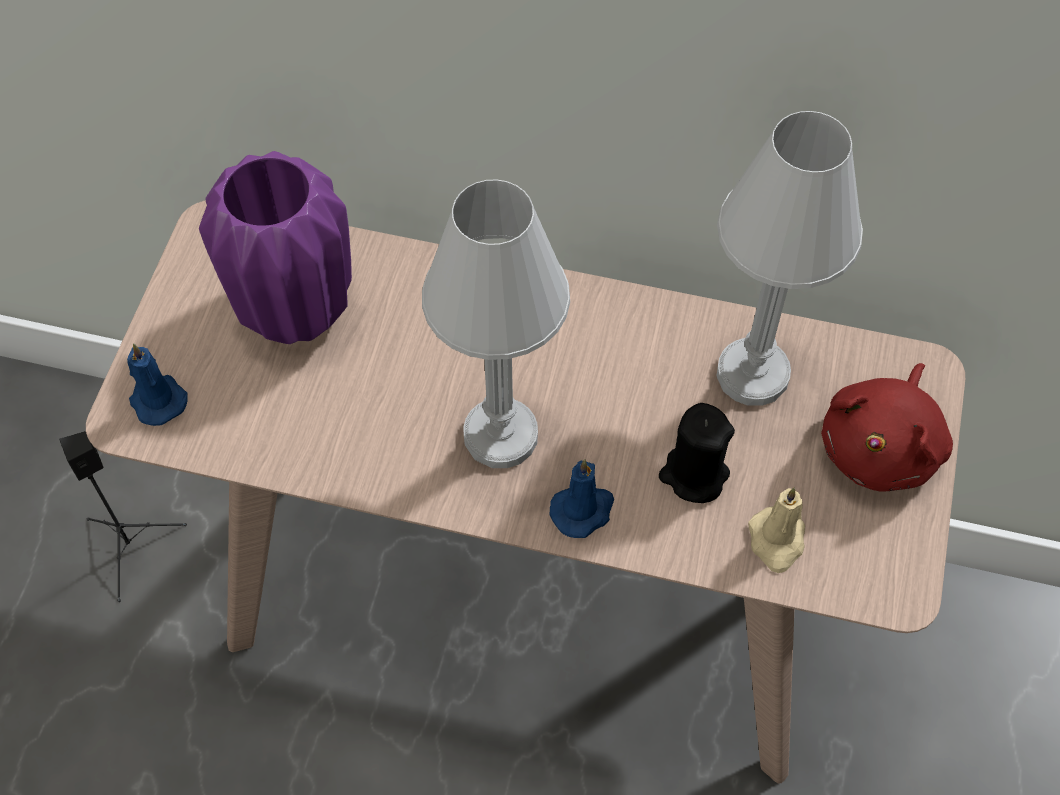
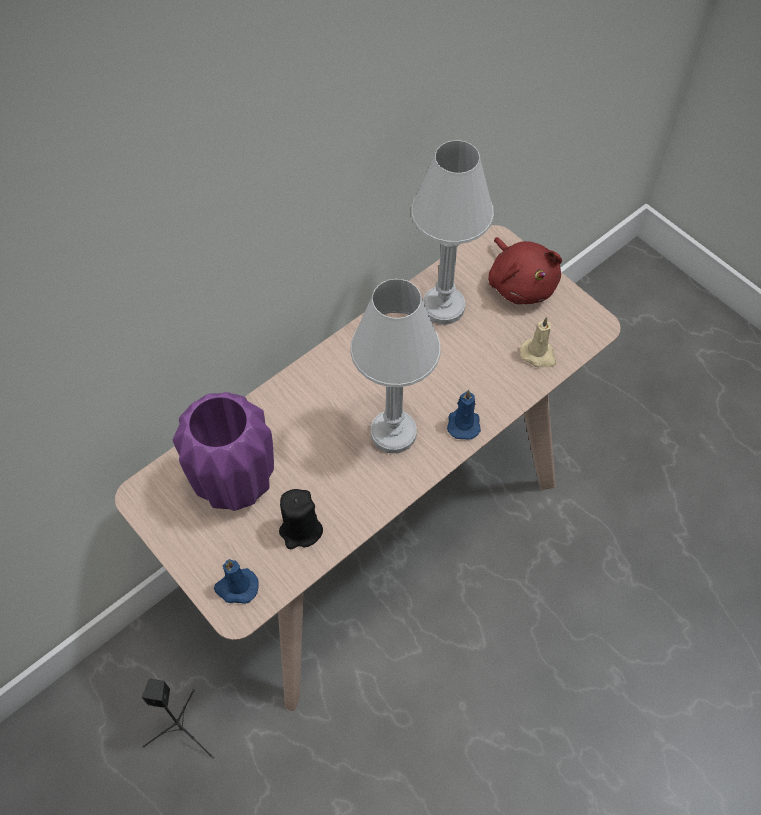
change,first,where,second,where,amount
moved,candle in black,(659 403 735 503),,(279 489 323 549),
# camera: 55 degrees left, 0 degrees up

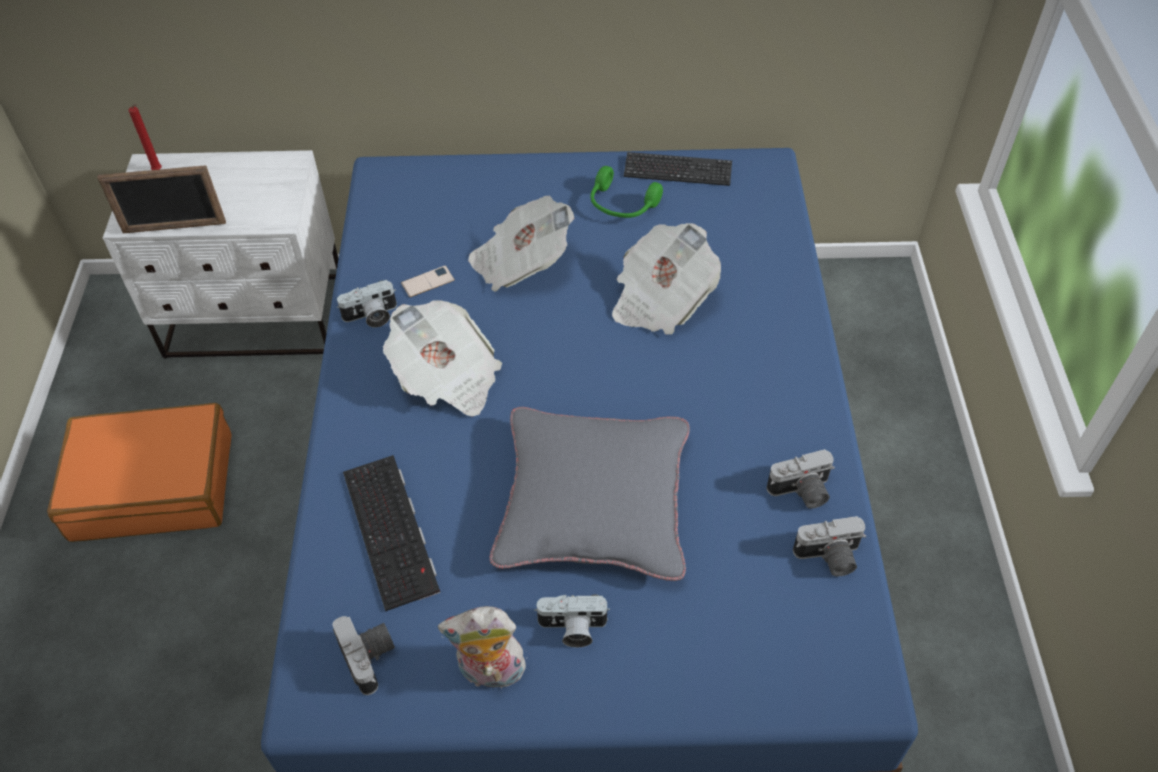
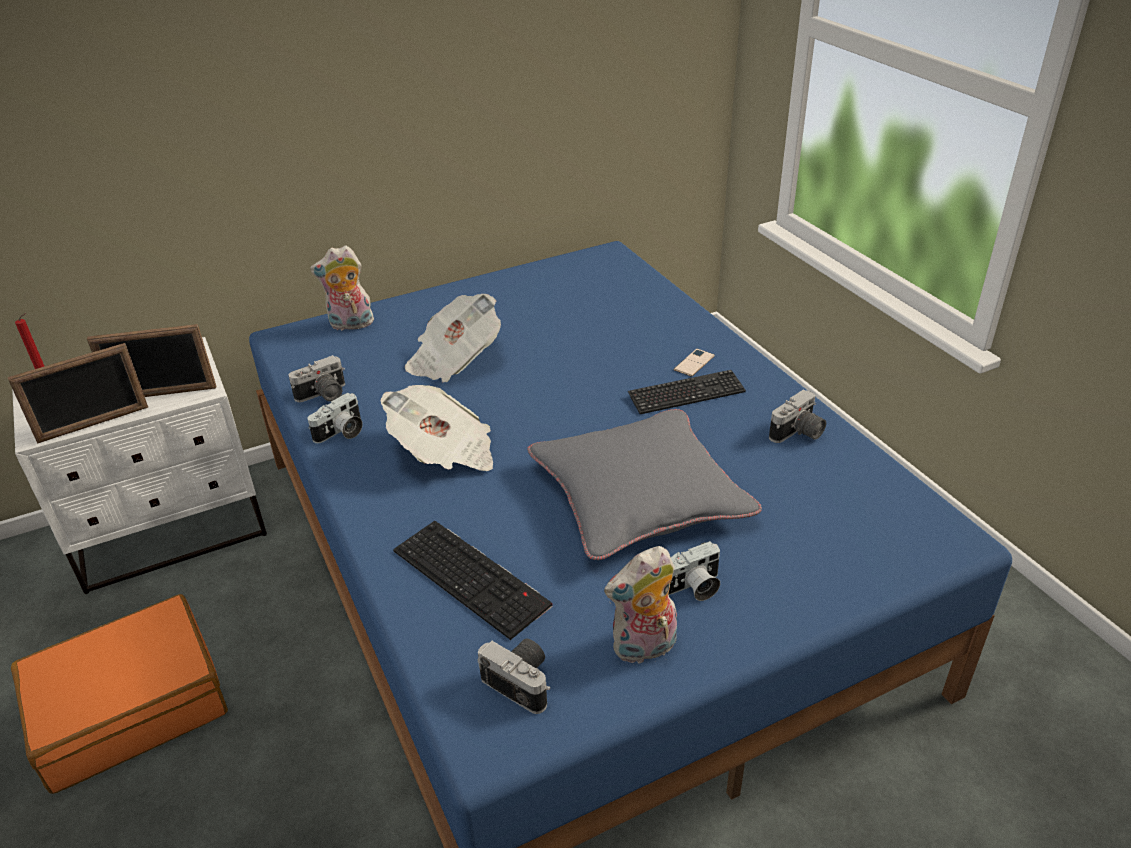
change,first,where,second,where,amount
removed,headphones in green,(590 166 663 218),,,
removed,newspaper,(612 223 721 335),,,
added,,,picture frame,(87 324 216 397),
added,,,plush toy,(310 245 374 331),
moved,phone,(401 266 455 297),,(674 349 715 377),
moved,keyboard,(624 152 732 186),,(628 370 746 414),
moved,photo camera,(793 516 866 576),,(288 355 345 402),
# camera: 25 degrees left, 15 degrees down

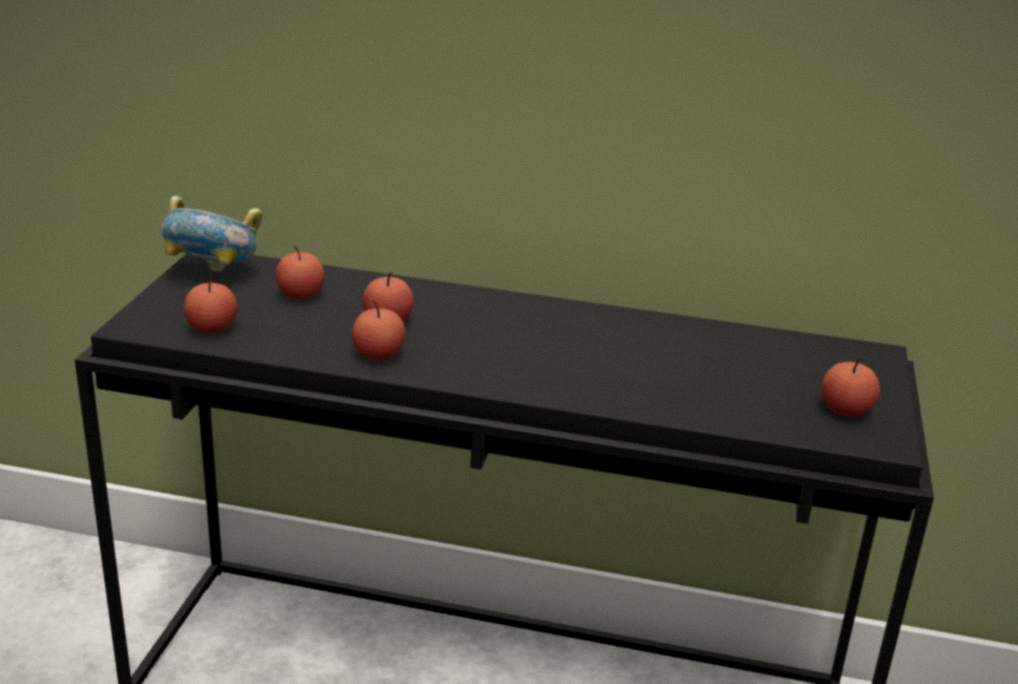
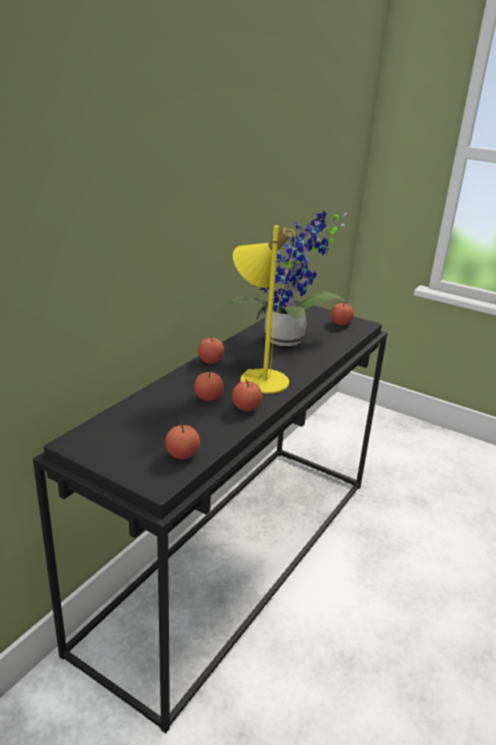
change,first,where,second,where,amount
removed,bowl,(161 195 262 272),,,
added,,,potted plant,(230 211 347 346),
added,,,table lamp in yellow,(233 226 296 394),
moved,apple,(276 245 325 300),,(198 335 224 364),
# camera: 70 degrees left, 0 degrees up

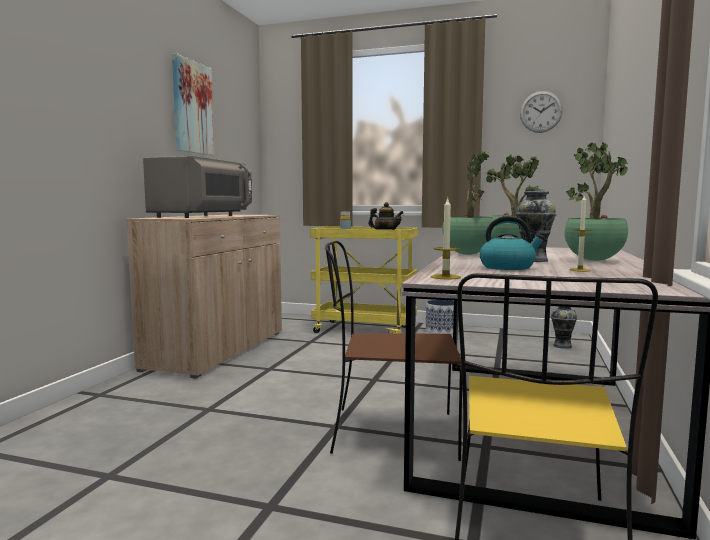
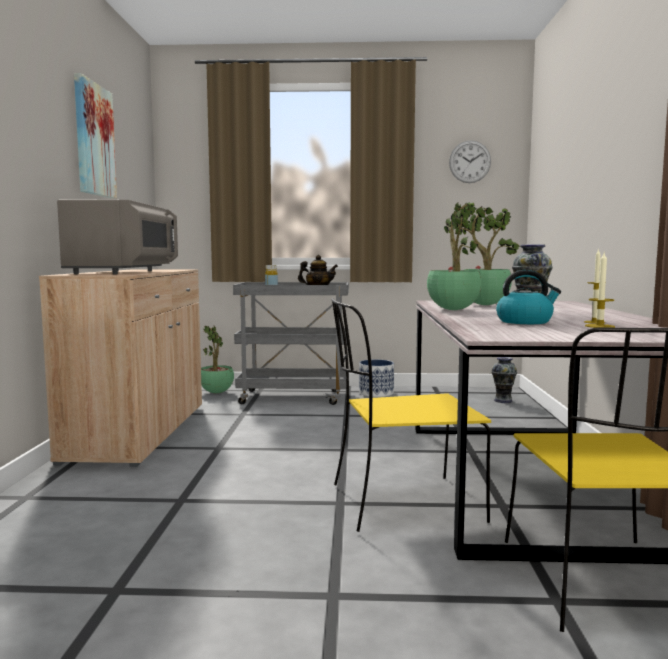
change,first,where,second,where,amount
moved,candle,(431 198 461 279),,(585 253 615 328),
moved,potted plant,(565 142 628 261),,(201 326 234 393),
recoloured,cart in yellow,(310 226 418 333),cart in grey,(233 282 349 405),
recoloured,chair in brown,(325 241 462 461),chair in yellow,(331 298 491 532),
# camera: 15 degrees left, 0 degrees up

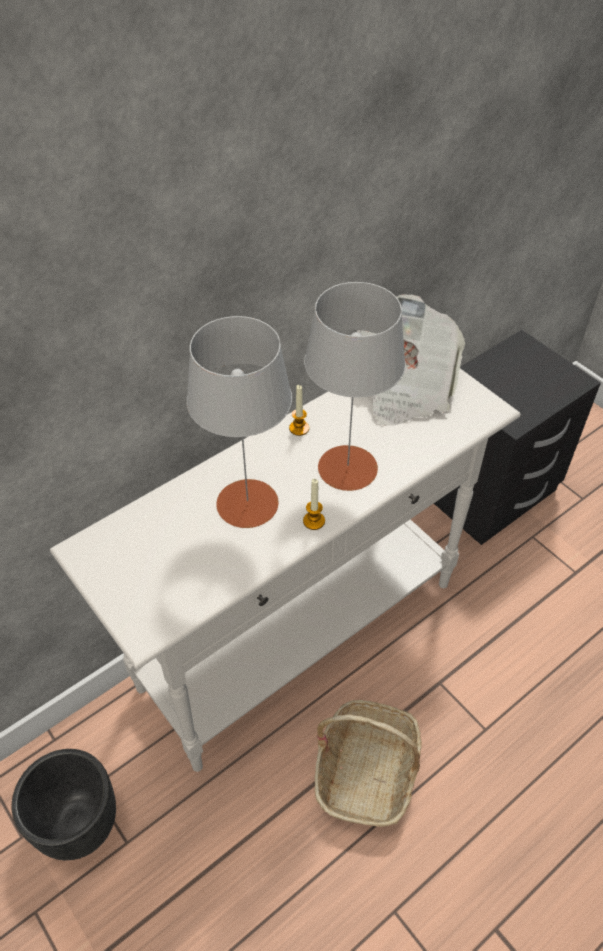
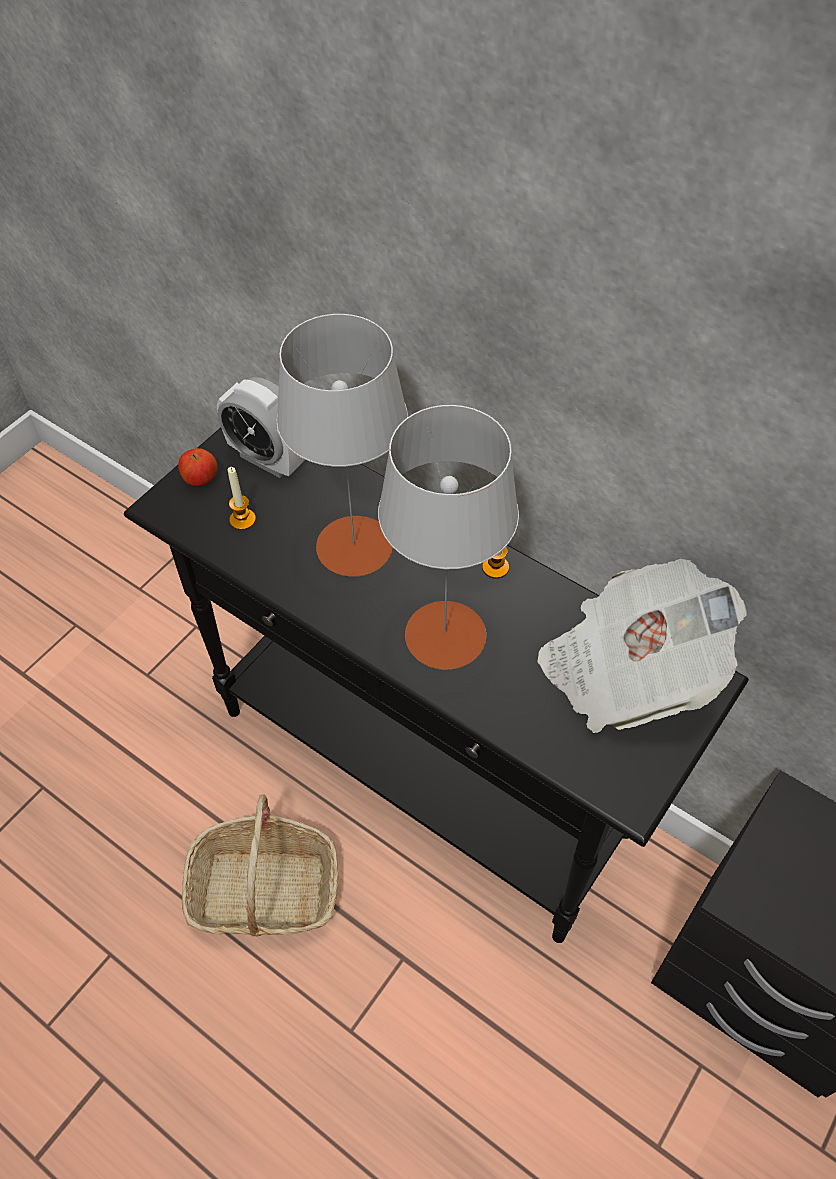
change,first,where,second,where,amount
removed,planter in black,(12 749 116 860),,,
added,,,apple,(178 448 218 486),
added,,,alarm clock,(217 377 305 478),
moved,candle,(303 479 325 530),,(228 467 256 530),
recoloured,console table in white,(50 368 521 772),console table in black,(124 427 749 943),
# camera: 75 degrees right, 5 degrees up

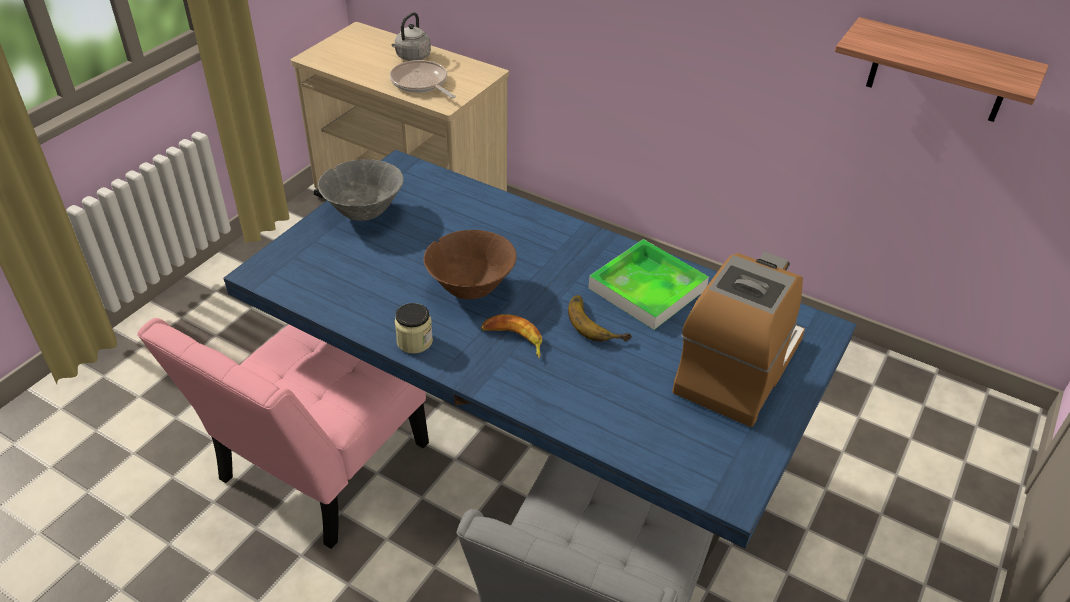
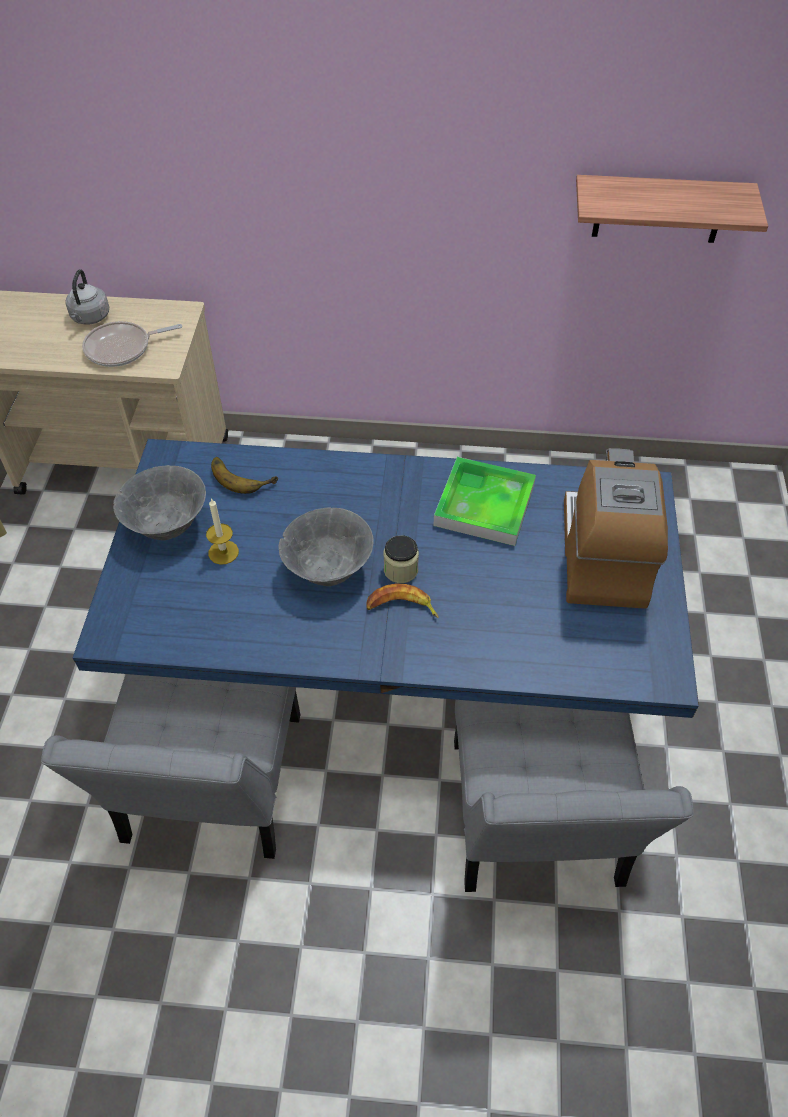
change,first,where,second,where,amount
added,,,candle,(206 498 239 565),
moved,jar,(394 303 433 354),,(384 535 419 583),
moved,banana,(568 295 632 342),,(211 457 278 494),
recoloured,chair in pink,(137 318 429 549),chair in grey,(41 674 300 859),
recoloured,bowl in brown,(423 230 517 299),bowl in grey,(278 507 373 586),
turned,frying pan,(390 60 456 99),,(82 321 182 367),45 degrees counterclockwise
# camera: 25 degrees left, 10 degrees up

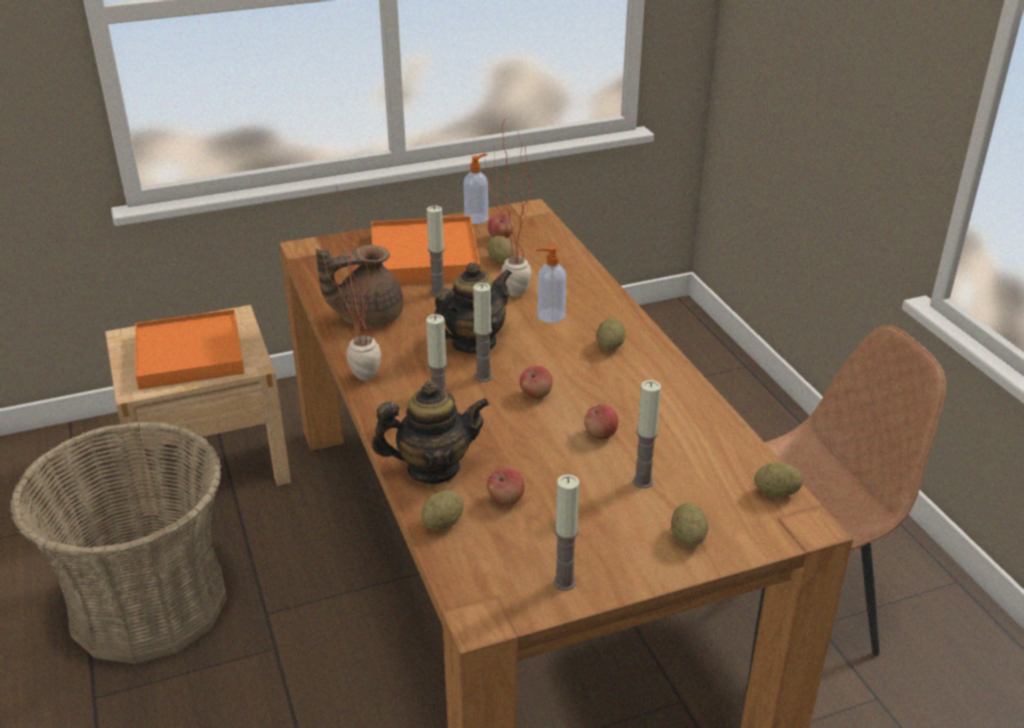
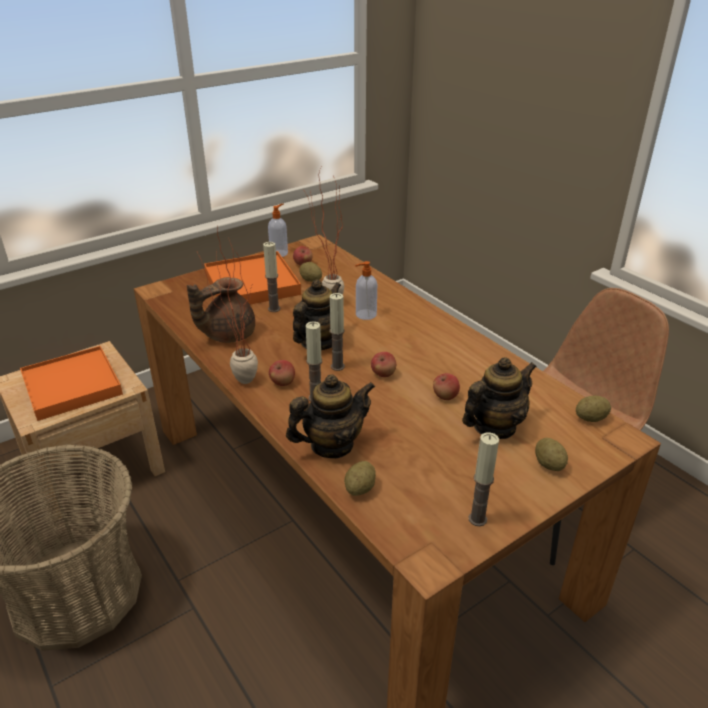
change,first,where,second,where,amount
removed,potato,(596 318 625 350),,,
moved,apple,(487 468 525 506),,(269 360 295 386),
replaced,candle,(633 380 661 488),teapot,(462 357 537 439),
# camera: 15 degrees left, 0 degrees up

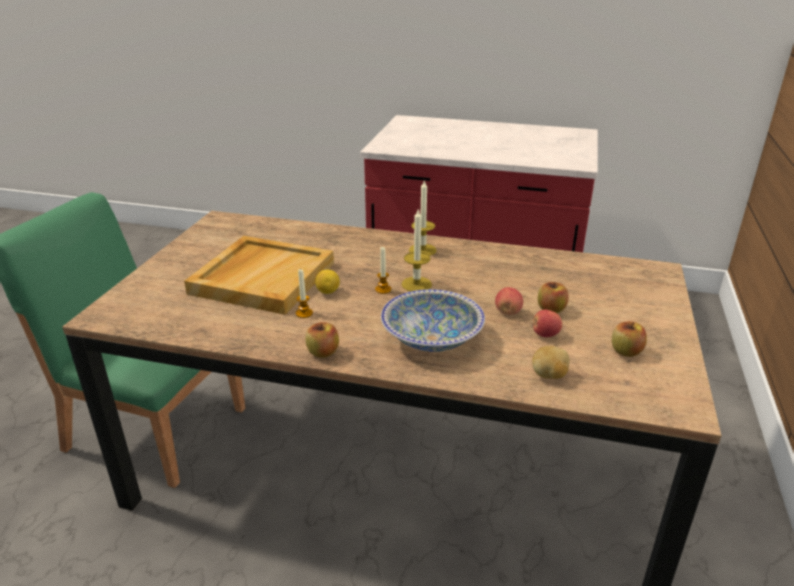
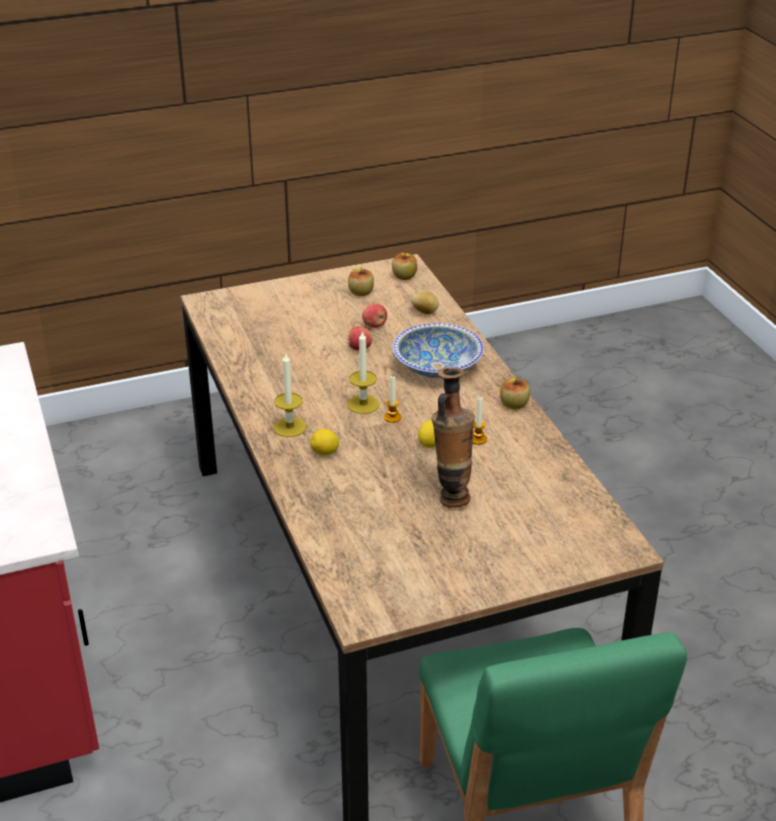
change,first,where,second,where,amount
added,,,lemon,(310 429 339 455),
moved,apple,(538 282 569 313),,(392 252 417 280),
replaced,tray in beige,(184 236 334 315),vase,(431 367 475 508),
# camera: 125 degrees left, 5 degrees up

